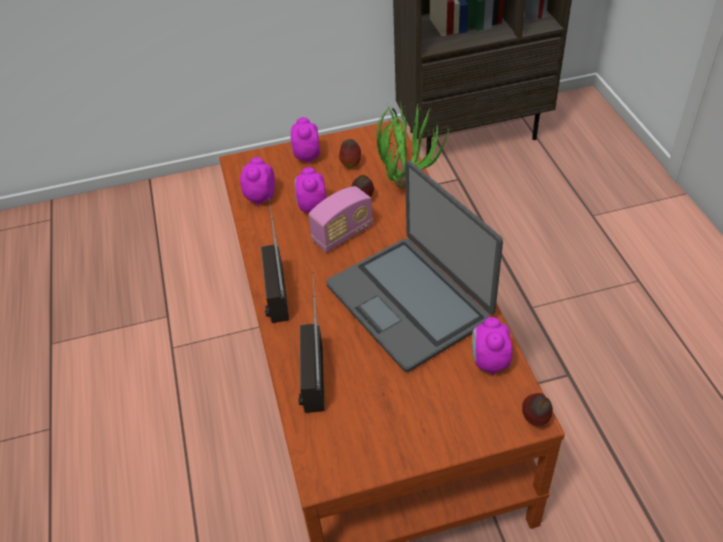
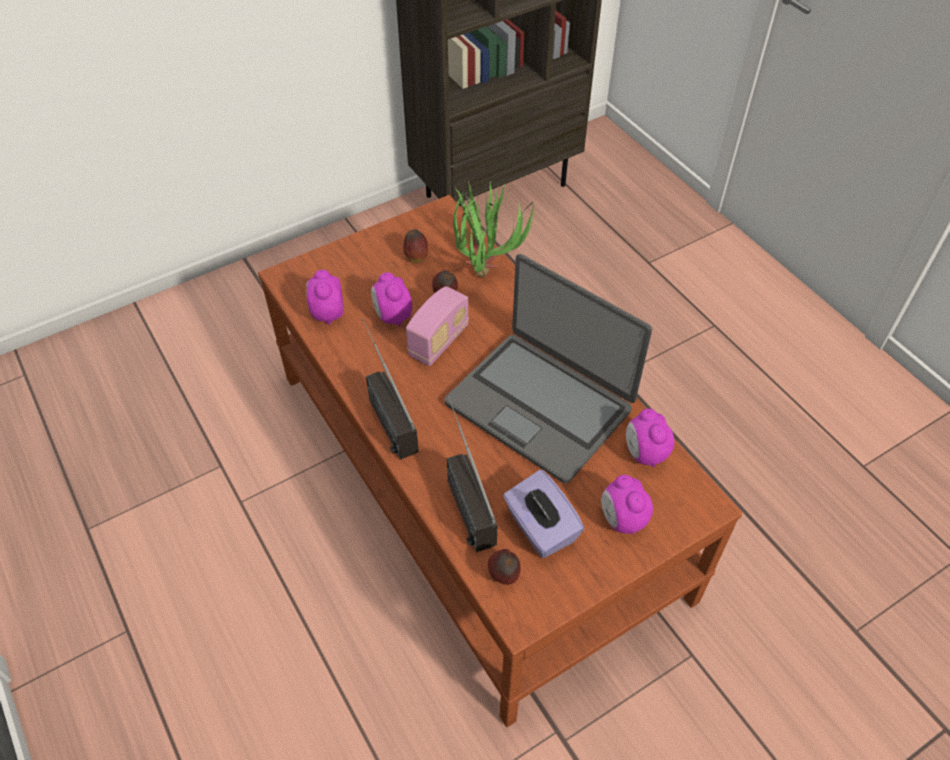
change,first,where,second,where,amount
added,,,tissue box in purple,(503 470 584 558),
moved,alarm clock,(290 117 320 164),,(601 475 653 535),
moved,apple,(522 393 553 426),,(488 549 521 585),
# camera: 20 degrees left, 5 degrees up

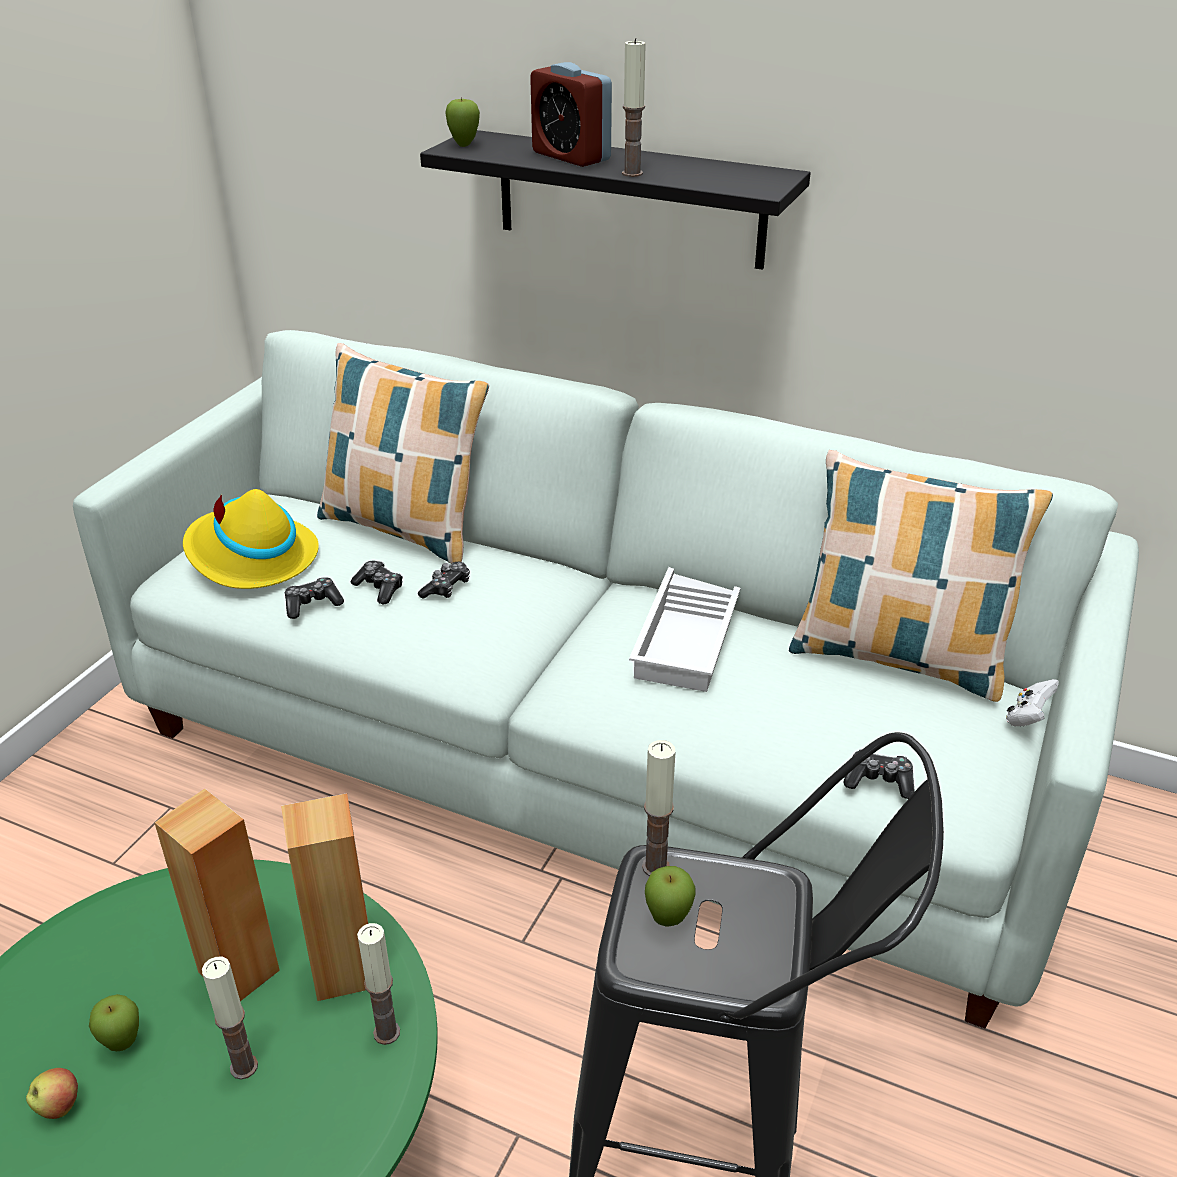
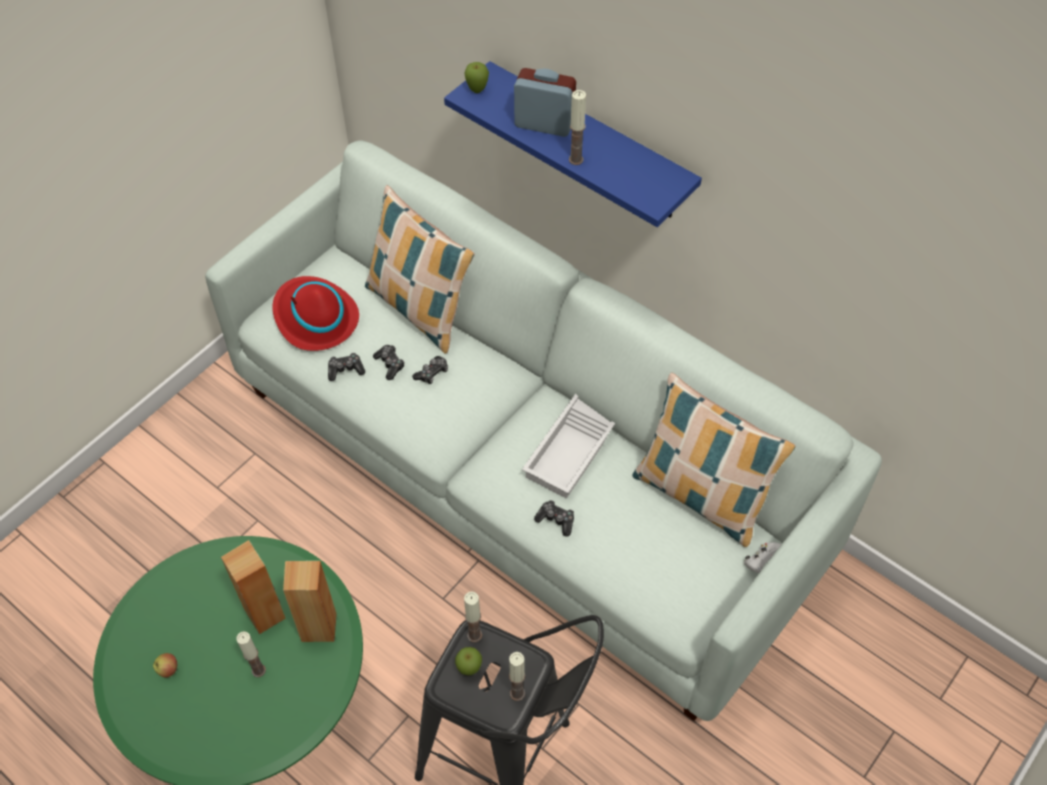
change,first,where,second,where,amount
removed,apple,(89 994 139 1051),,,
moved,candle,(357 923 400 1045),,(509 652 525 701),
moved,game controller,(843 749 915 799),,(534 500 574 537),
recoloured,hat in yellow,(183 489 319 589),hat in red,(272 276 359 351),
recoloured,shelf in black,(420 130 810 270),shelf in blue,(444 61 702 227),
turned,alarm clock,(530 62 612 167),,(514 68 576 137),135 degrees clockwise
# camera: 15 degrees right, 20 degrees up

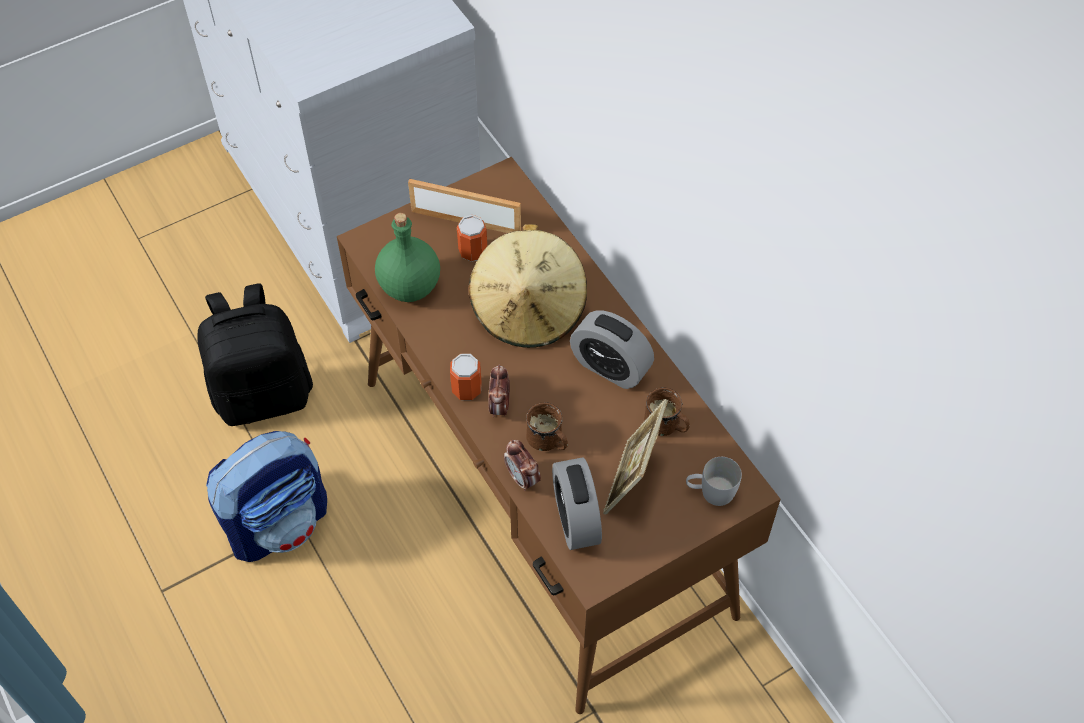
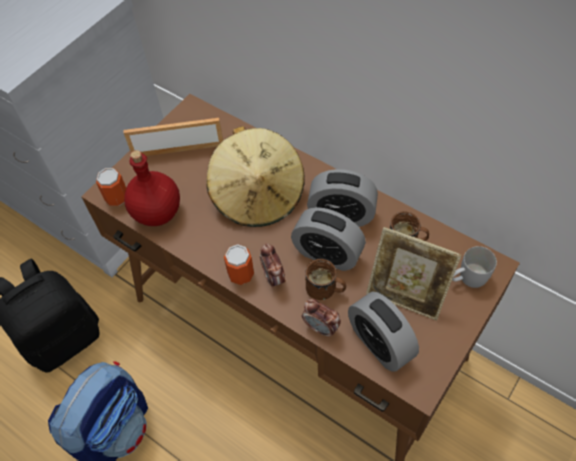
change,first,where,second,where,amount
added,,,alarm clock,(291 207 366 271),
moved,can,(457 215 487 262),,(96 168 126 206),
recoloured,bottle in green,(375 213 440 302),bottle in red,(124 150 180 226),
turned,picture frame,(603 399 668 515),,(366 227 462 321),60 degrees counterclockwise
# camera: 20 degrees left, 0 degrees up

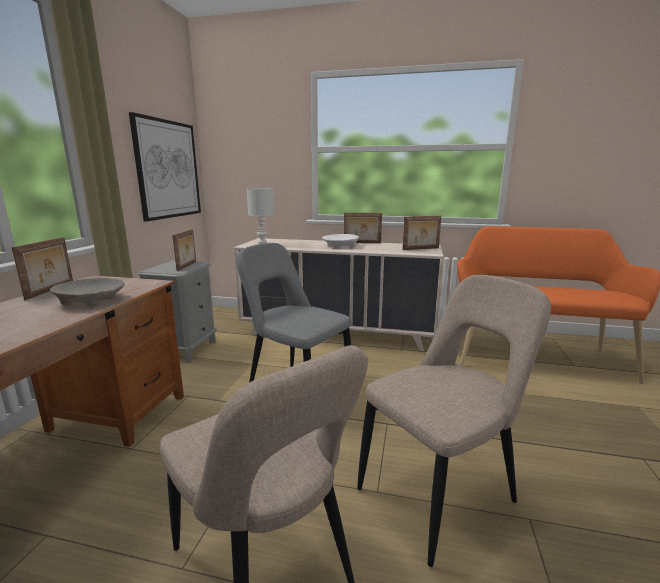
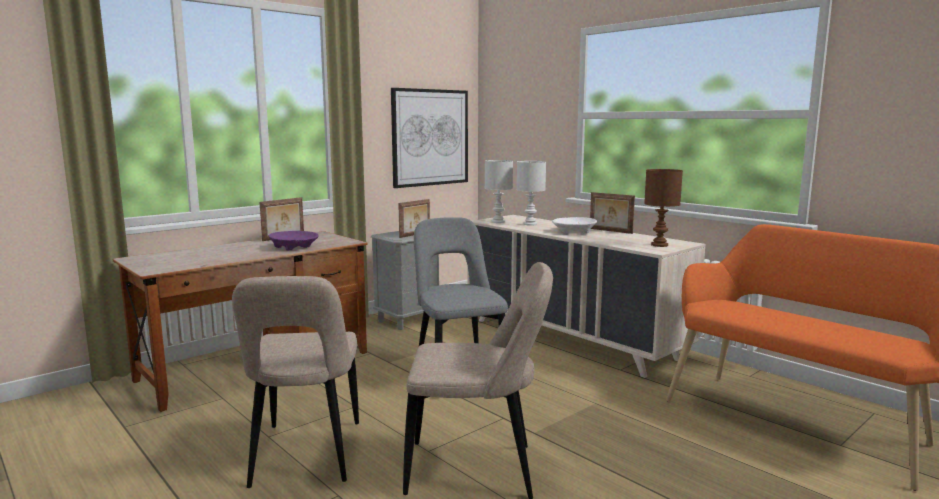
change,first,where,second,where,amount
added,,,table lamp in white,(517 161 546 226),
replaced,picture frame,(402 216 441 250),table lamp in brown,(644 169 683 247),
recoloured,bowl in beige,(50 278 125 307),bowl in purple,(269 231 319 250),
# camera: 35 degrees right, 5 degrees down

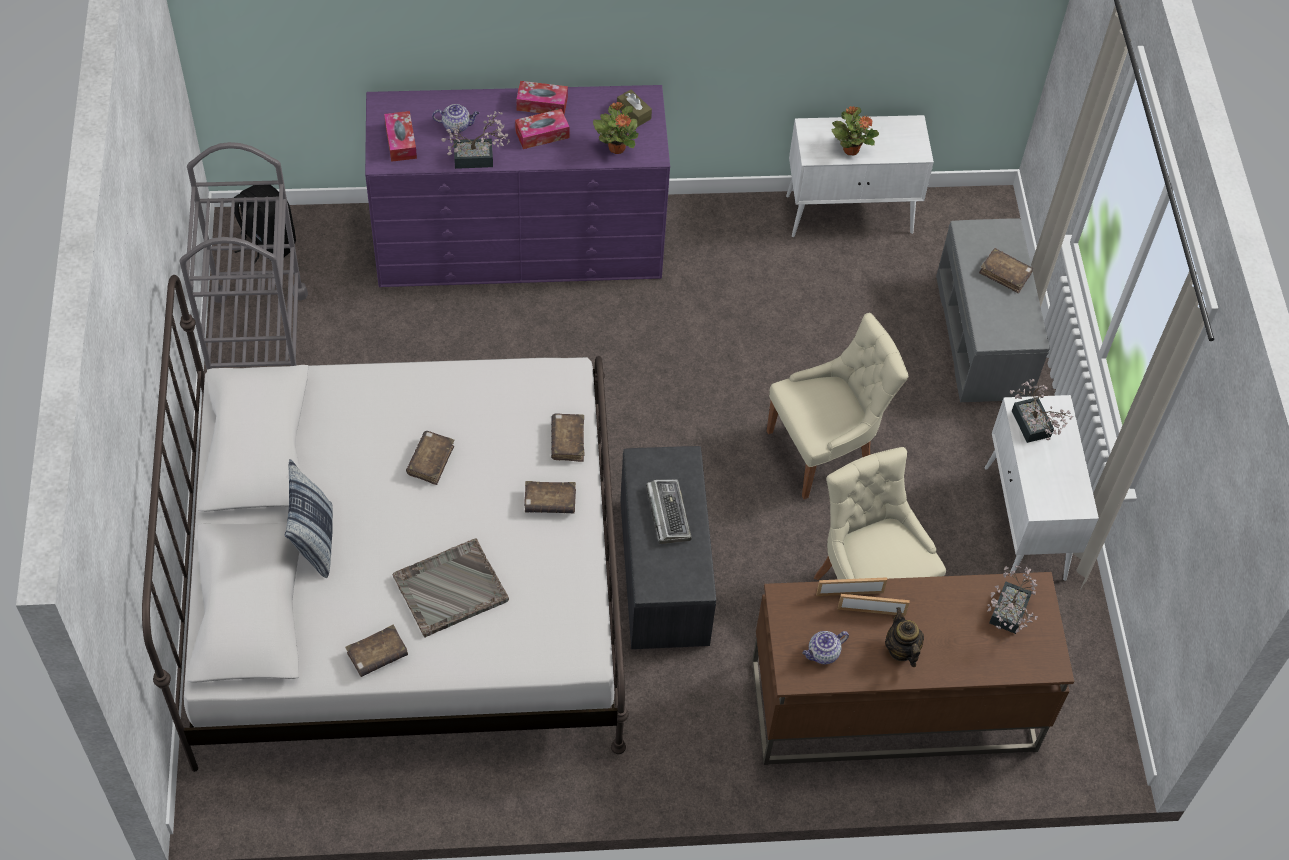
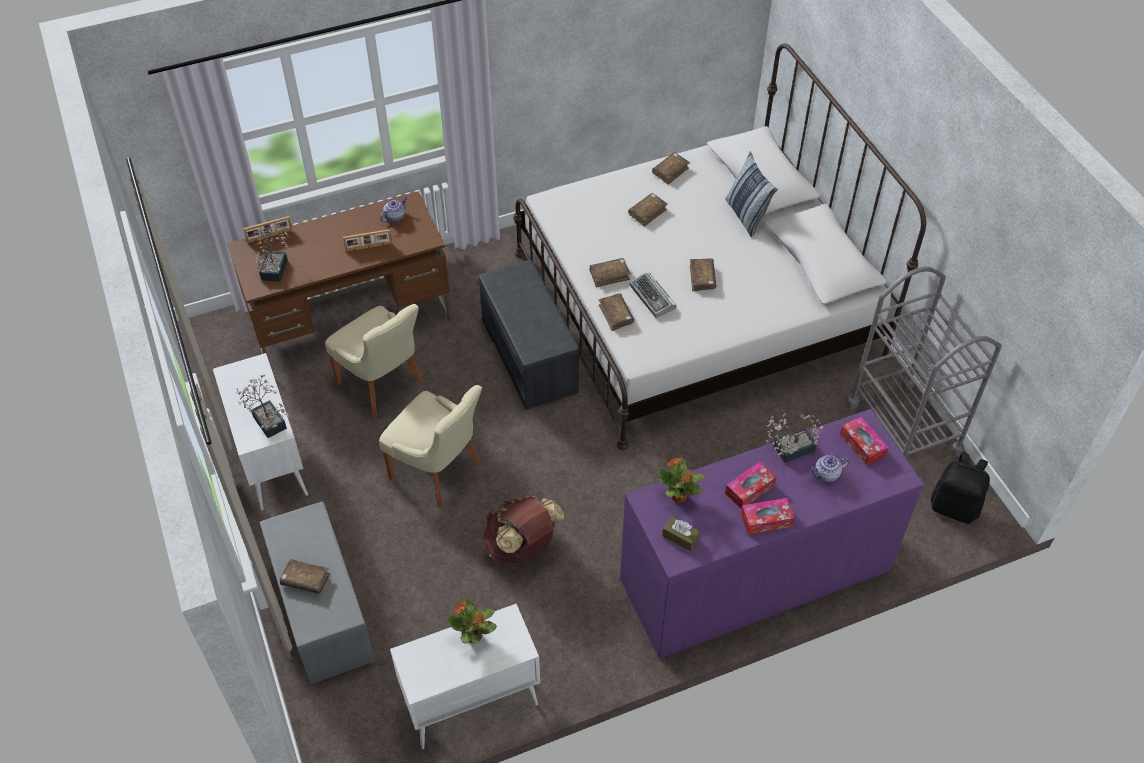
change,first,where,second,where,amount
removed,teapot,(885 607 924 667),,,
added,,,backpack in brown,(482 496 565 563),
moved,keyboard,(646 480 692 544),,(629 273 676 318),
moved,picture frame,(816 577 887 596),,(243 216 293 243),
replaced,tray in grey,(393 539 509 638),book in brown,(628 193 668 227),
turned,chair in beige,(767 313 908 500),,(379 385 482 506),105 degrees counterclockwise
# camera: 165 degrees right, 5 degrees down

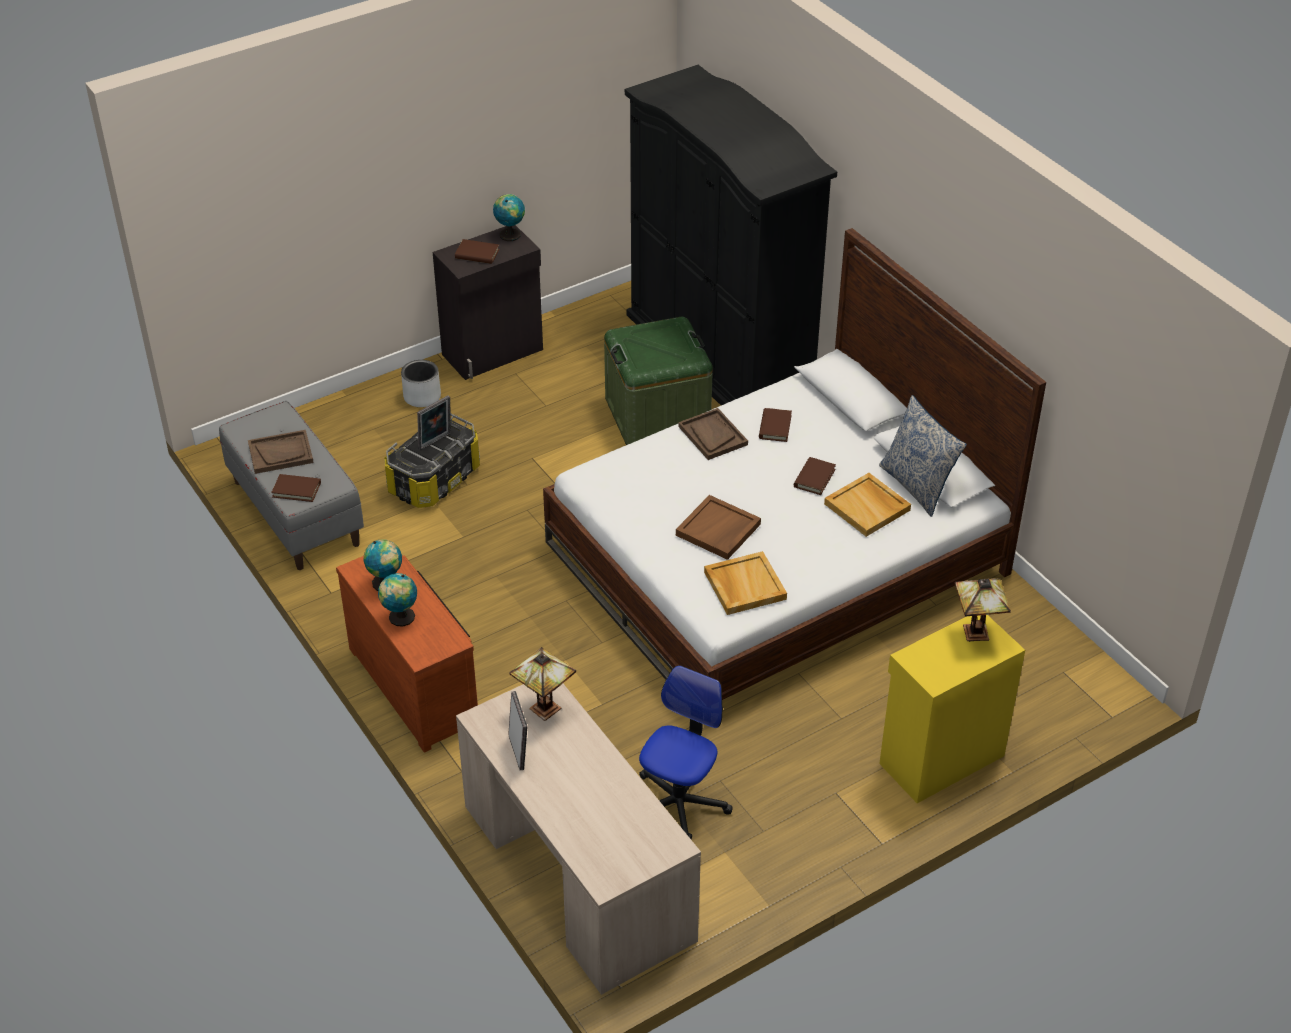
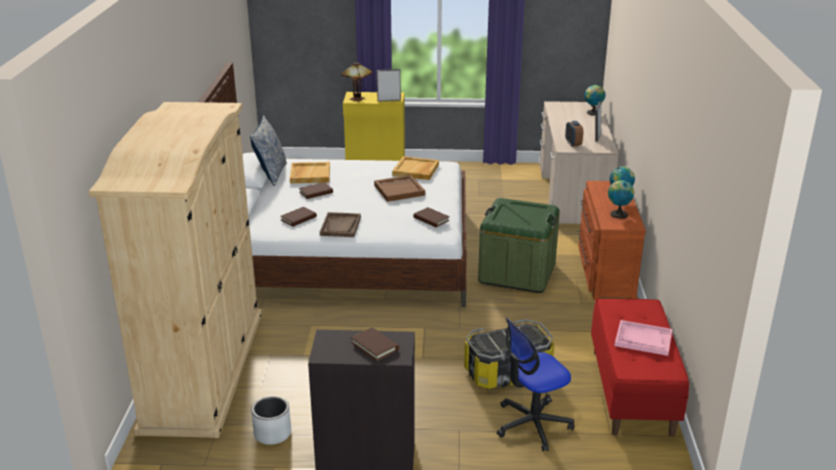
change,first,where,second,where,amount
moved,book in brown,(271 474 321 502),,(413 207 450 227),
moved,planter in grey,(401 360 441 407),,(251 396 291 445),
moved,picture frame,(417 395 451 451),,(377 69 401 102),
moved,globe,(493 194 525 241),,(585 84 605 115),
moved,storage box in green,(604 317 713 445),,(478 198 560 293),
moved,office chair,(639 665 733 839),,(497 318 575 452),
replaced,table lamp,(509 647 576 721),alarm clock,(565 121 583 147),
recoloured,bench in grey,(219 401 364 570),bench in red,(591 298 689 437),
recoloured,tray in brown,(248 430 314 474),tray in pink,(615 320 672 356),
recoloured,wardrobe in black,(625 65 837 405),wardrobe in beige,(89 102 262 438),
# camera: 145 degrees left, 15 degrees down

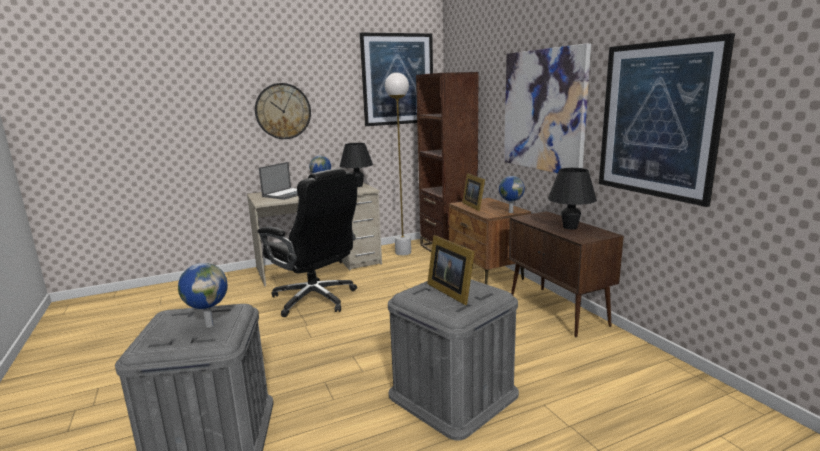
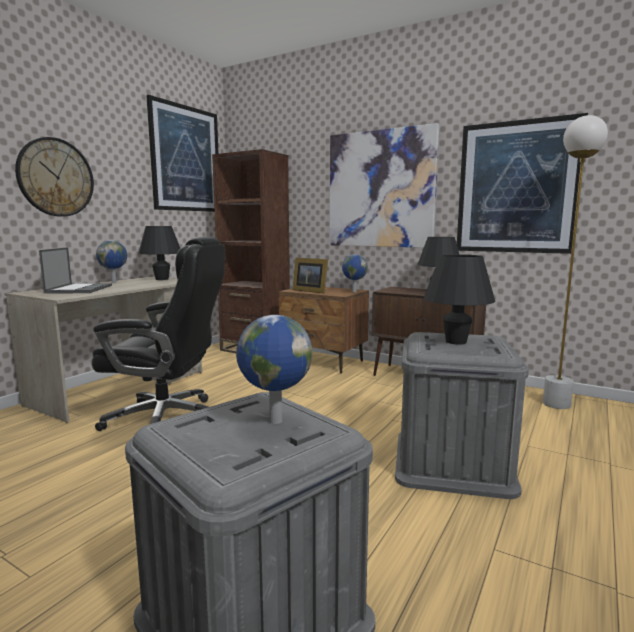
change,first,where,second,where,amount
moved,floor lamp in white,(385 73 411 256),,(543 115 608 409),
replaced,picture frame,(427 235 475 305),table lamp in black,(424 254 495 345),
# camera: 35 degrees left, 5 degrees down

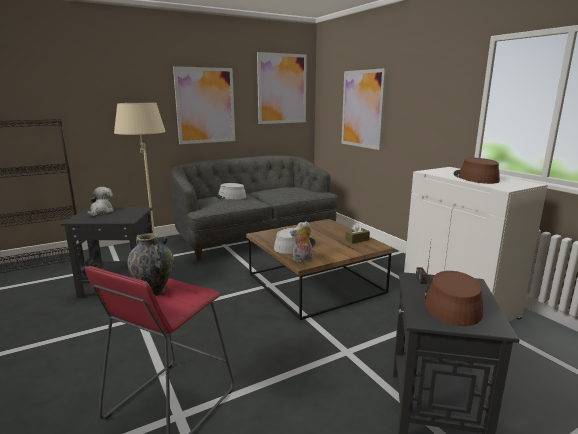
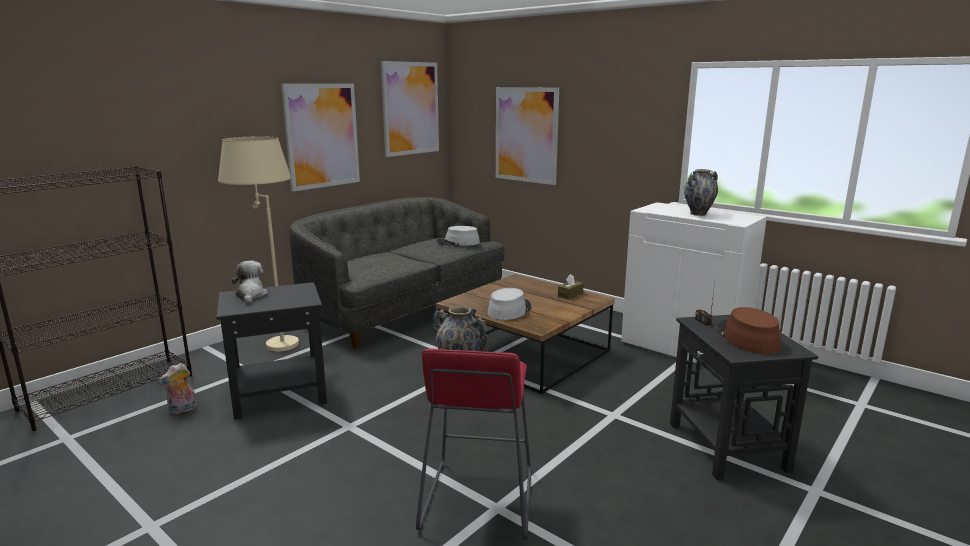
change,first,where,second,where,amount
moved,hat in grey,(212 183 246 199),,(437 226 480 246),
moved,plush toy,(290 221 312 262),,(159 363 197 414),
replaced,hat in brown,(454 158 500 184),vase,(684 169 718 216),
# camera: 20 degrees left, 0 degrees up

